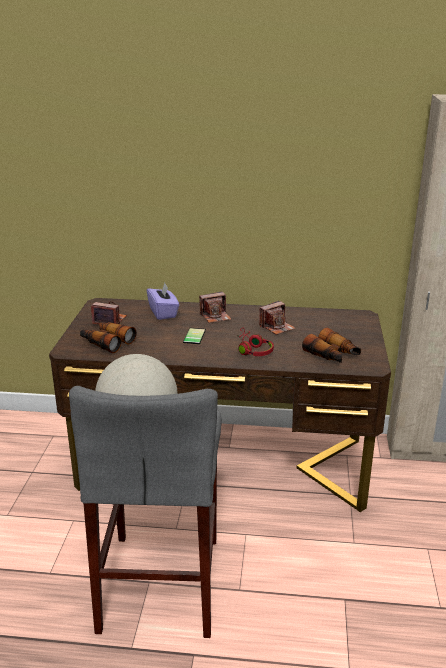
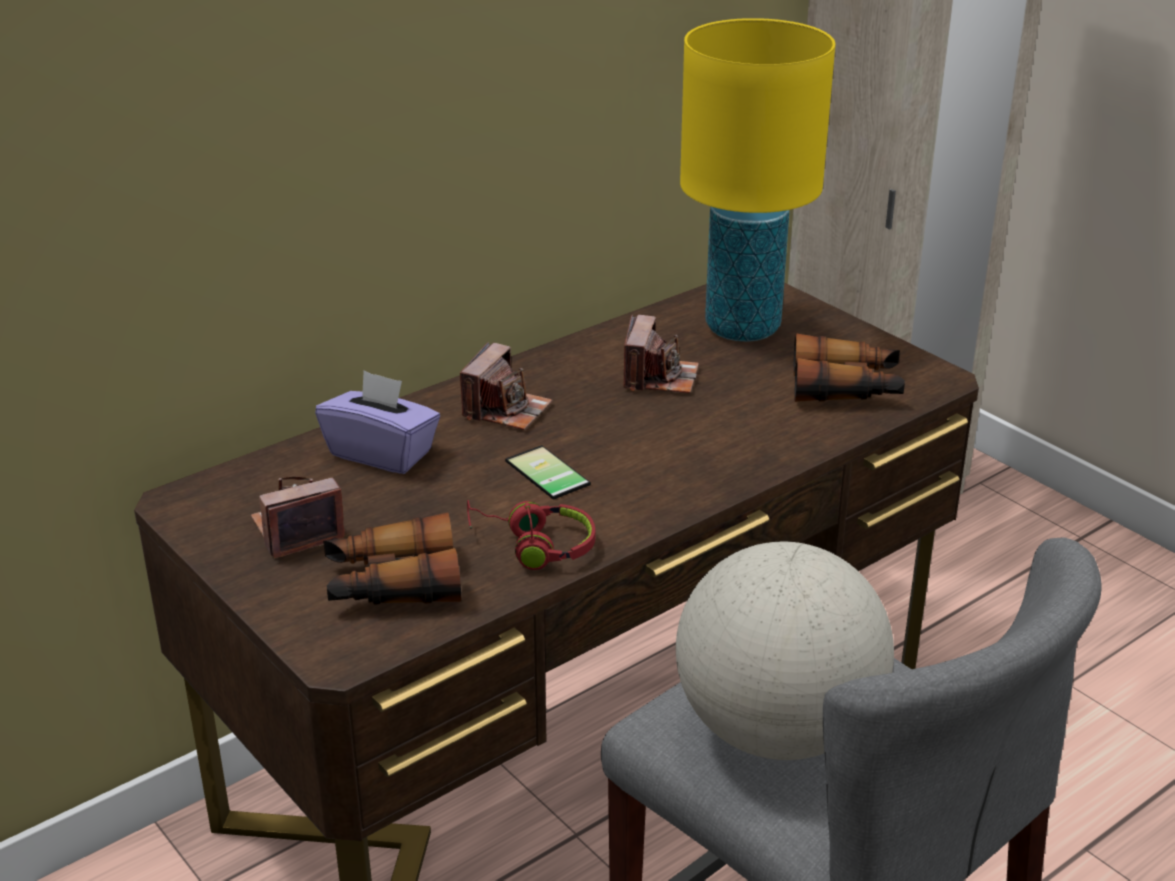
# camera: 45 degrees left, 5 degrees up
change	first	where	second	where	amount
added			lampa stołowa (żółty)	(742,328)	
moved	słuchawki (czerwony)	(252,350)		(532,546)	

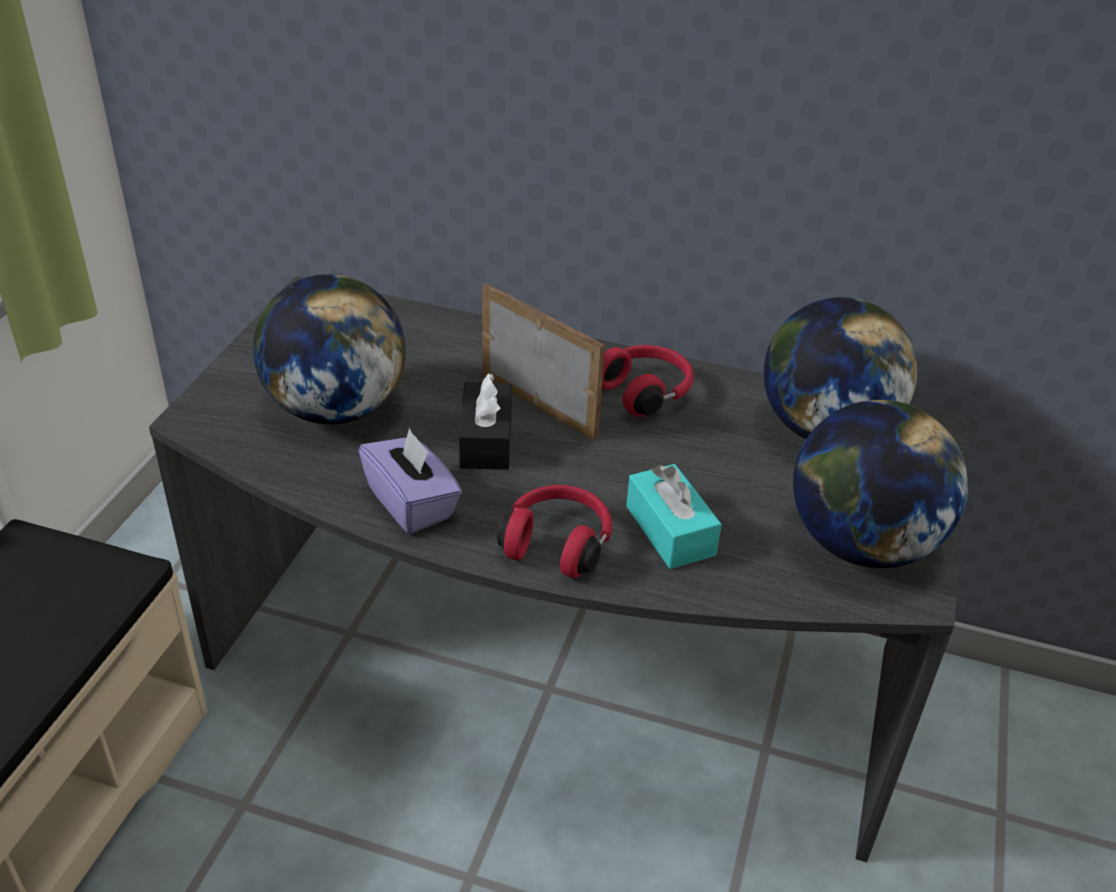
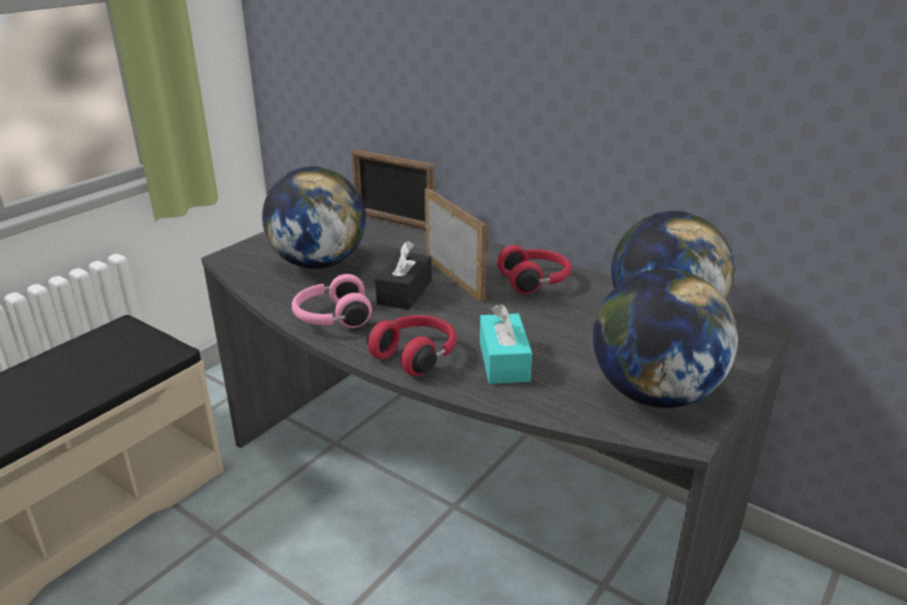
# camera: 20 degrees right, 10 degrees down
change	first	where	second	where	amount
added			ramka na zdjęcie	(393,221)	
replaced	pudełko chusteczek (fioletowy)	(412,503)	słuchawki (różowy)	(331,318)	

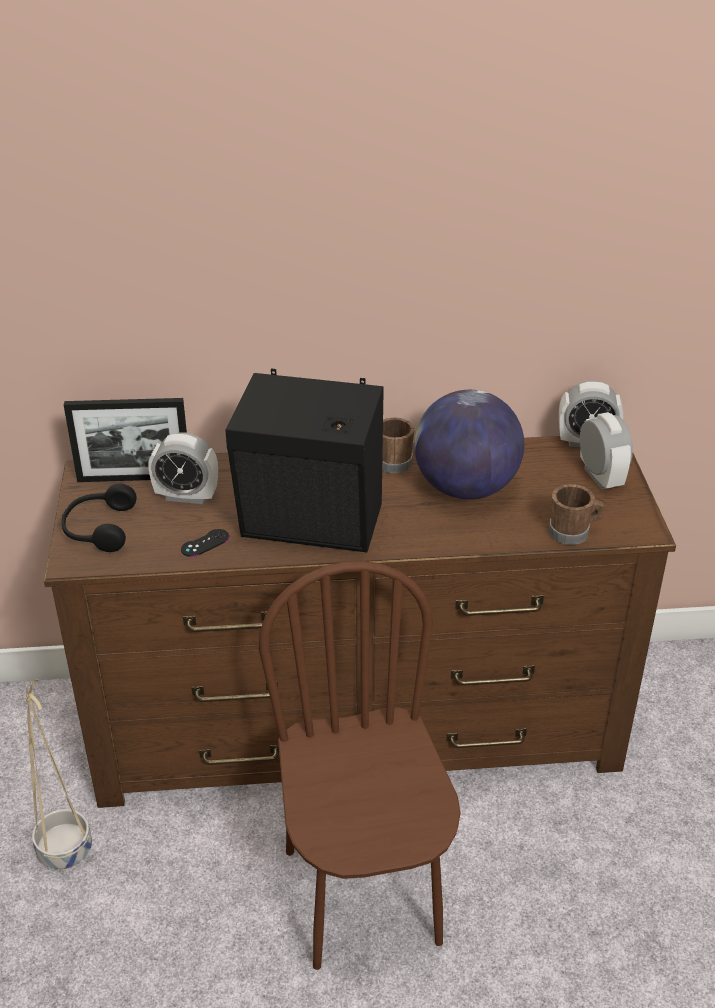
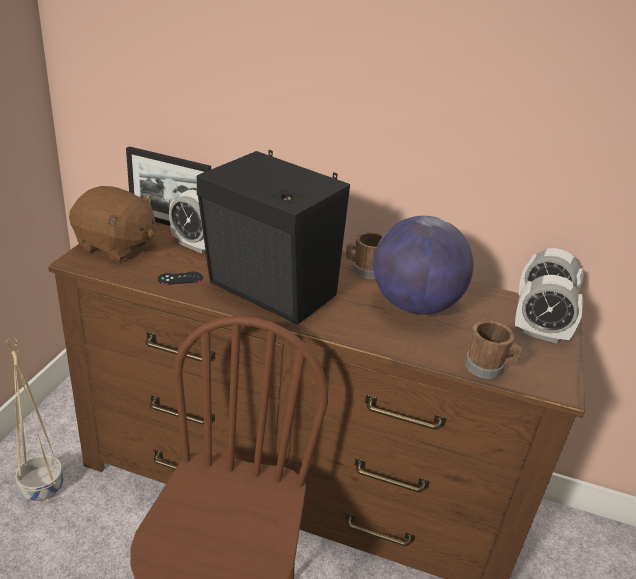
# camera: 20 degrees right, 5 degrees down
change	first	where	second	where	amount
replaced	słuchawki (czarny)	(98,529)	pluszak (brązowy)	(116,246)	
turned	budzik	(600,477)		(540,334)	105 degrees clockwise

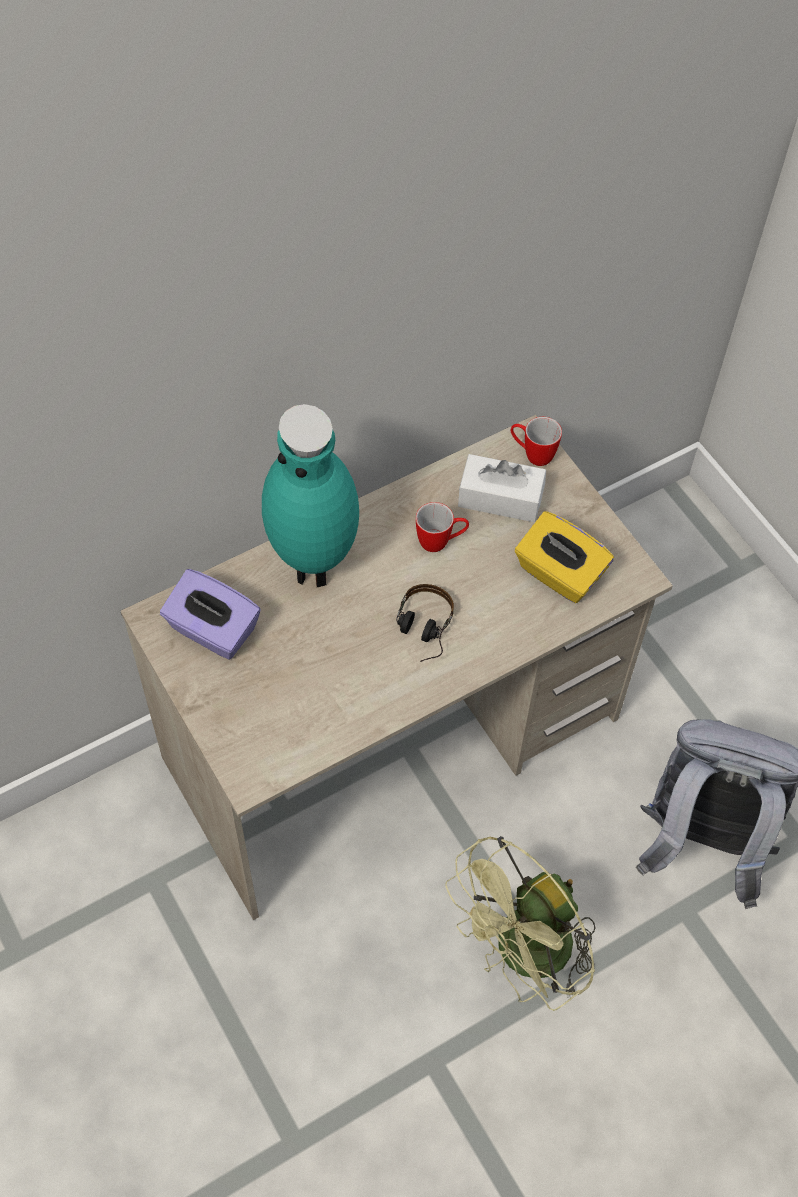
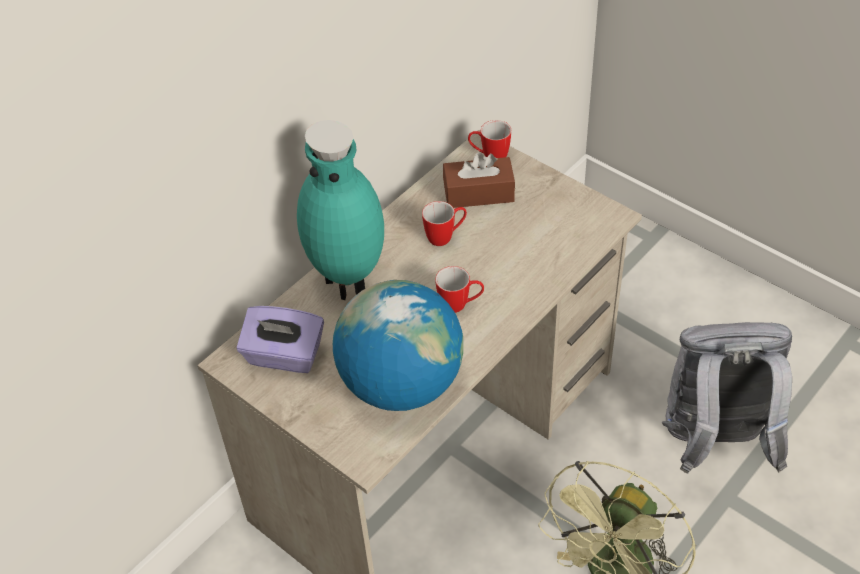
# camera: 15 degrees left, 10 degrees down
change	first	where	second	where	amount
removed	pudełko chusteczek (żółty)	(559,574)			
added			globus	(401,384)	
replaced	słuchawki	(422,632)	kubek	(460,305)	
recoloured	pudełko chusteczek (biały)	(500,498)	pudełko chusteczek (brązowy)	(478,193)	

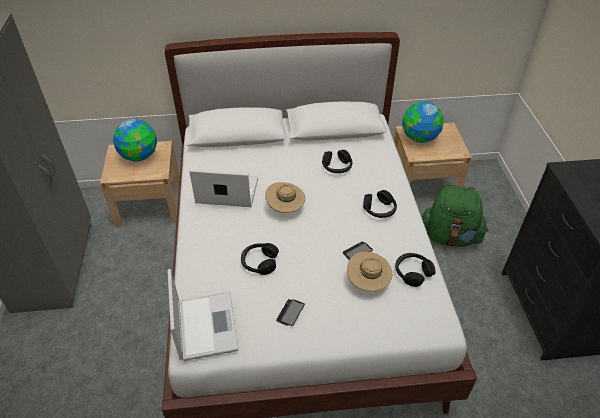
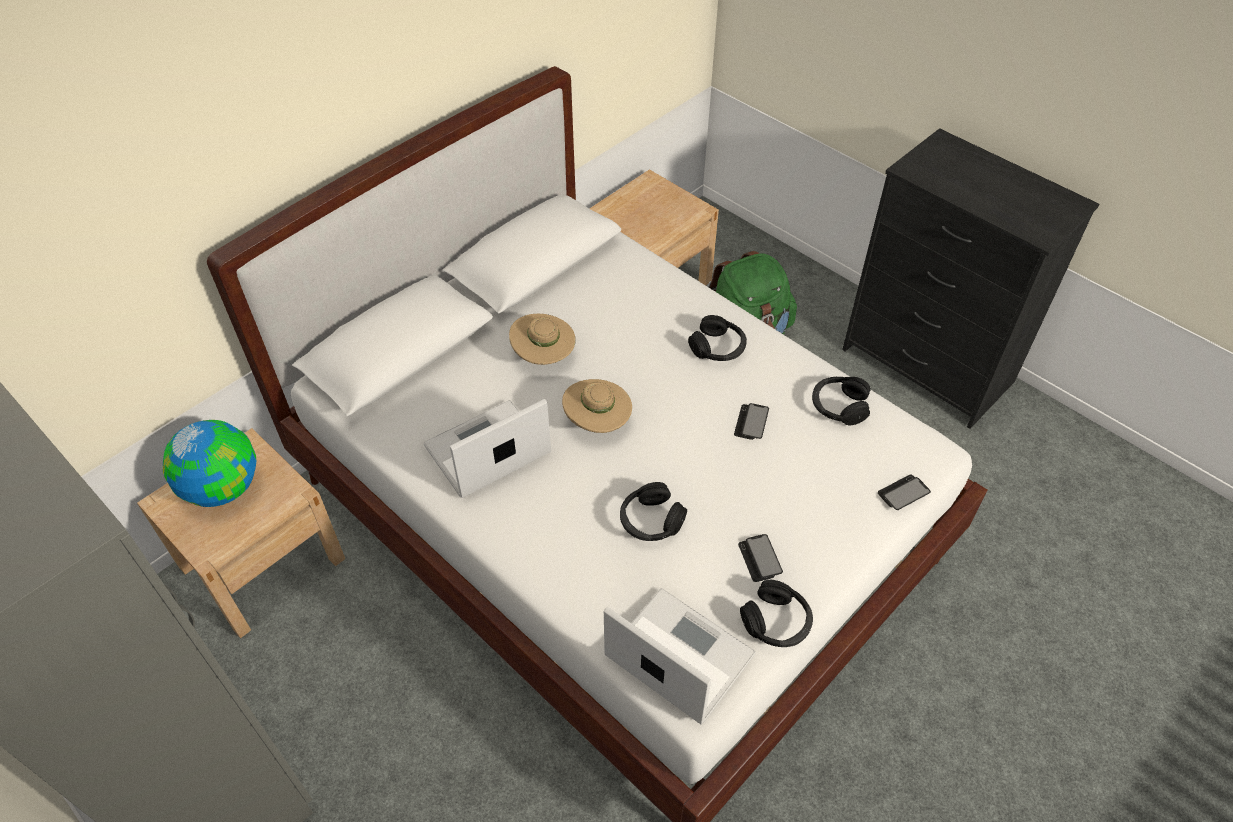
# camera: 40 degrees left, 5 degrees up
change	first	where	second	where	amount
removed	globus	(419,138)			
added			telefon	(903,493)	
moved	słuchawki (czarny)	(337,167)		(776,622)	
moved	kapelusz (beżowy)	(368,282)		(544,355)	

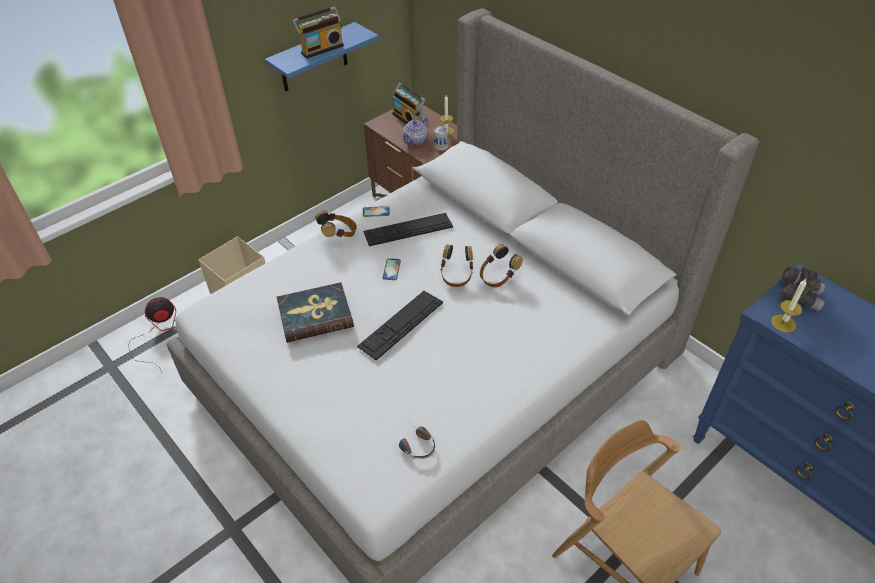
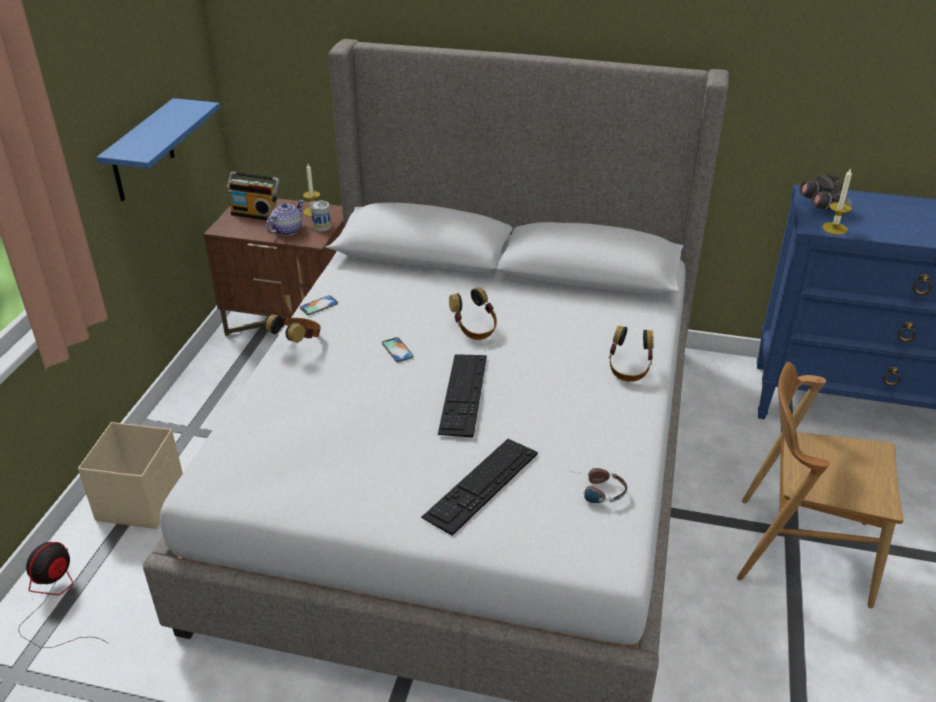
# camera: 35 degrees left, 10 degrees down
change	first	where	second	where	amount
removed	książka	(315,314)			
removed	radio	(321,49)			
moved	klawiatura	(408,229)		(481,484)	
moved	słuchawki	(498,278)		(629,369)	
turned	imbryk	(415,140)		(286,230)	150 degrees counterclockwise

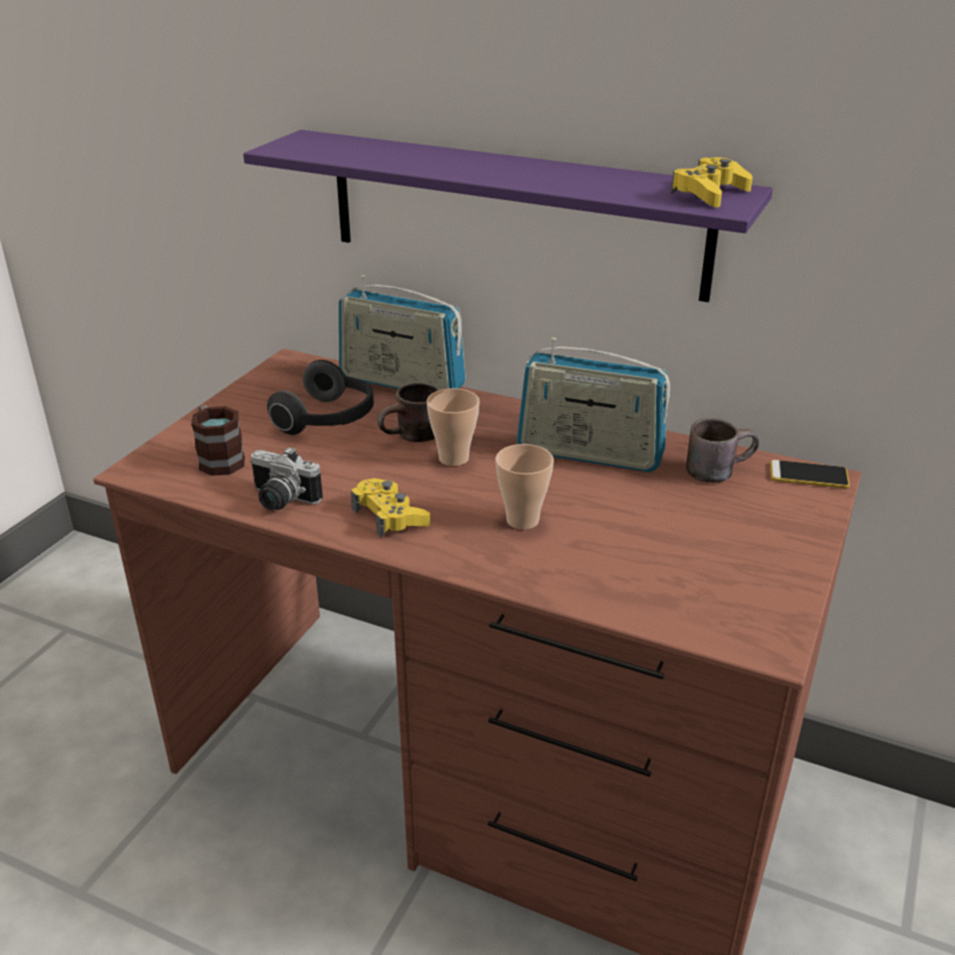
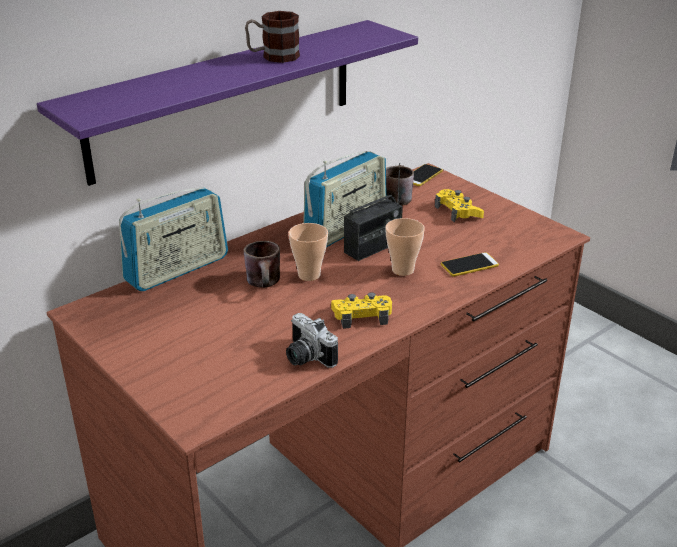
# camera: 65 degrees left, 0 degrees up
change	first	where	second	where	amount
removed	słuchawki	(328,420)			
added			radio	(373,247)	
added			telefon	(469,265)	
moved	kubek	(218,458)		(273,57)	
moved	pad do gier (żółty)	(709,193)		(458,211)	
turned	aparat fotograficzny	(280,500)		(305,357)	90 degrees clockwise

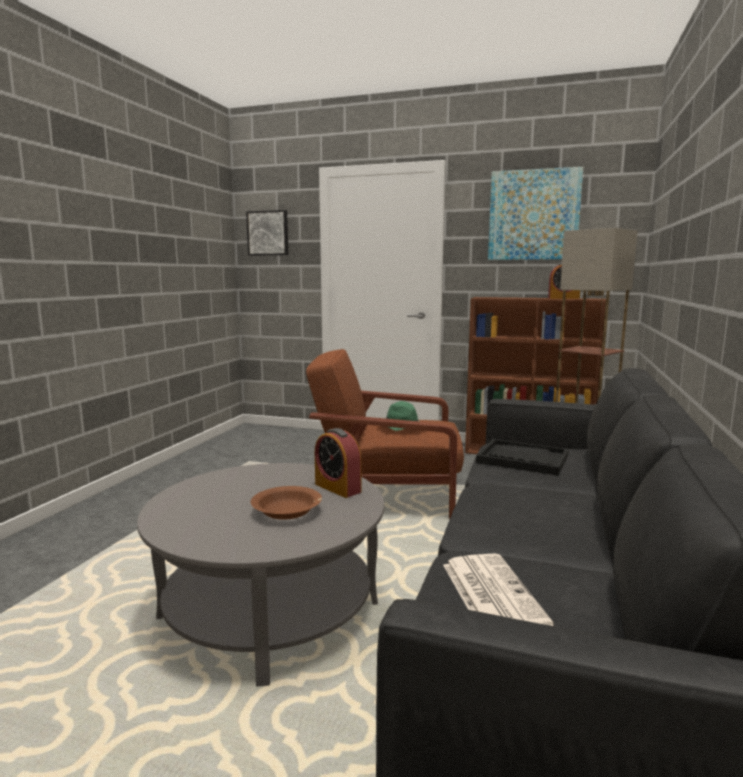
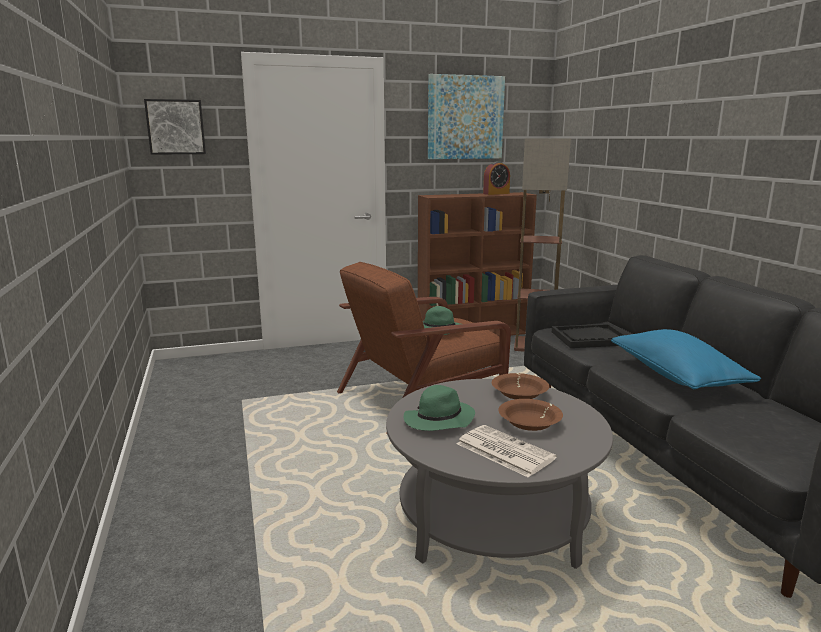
# camera: 35 degrees left, 5 degrees up
change	first	where	second	where	amount
added			kapelusz (zielony)	(438,421)	
added			poduszka (niebieski)	(676,376)	
moved	gazeta	(490,593)		(503,451)	
replaced	budzik	(337,488)	miska (brązowy)	(519,394)	

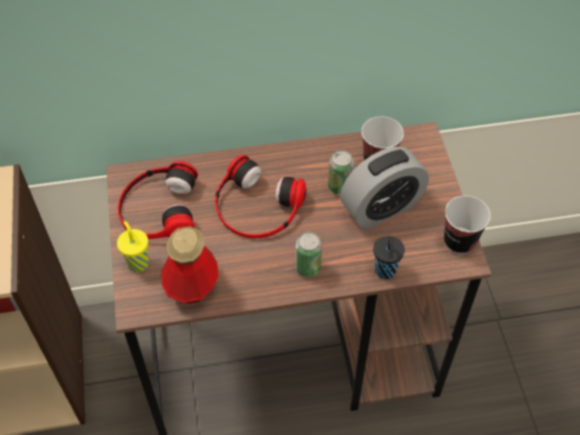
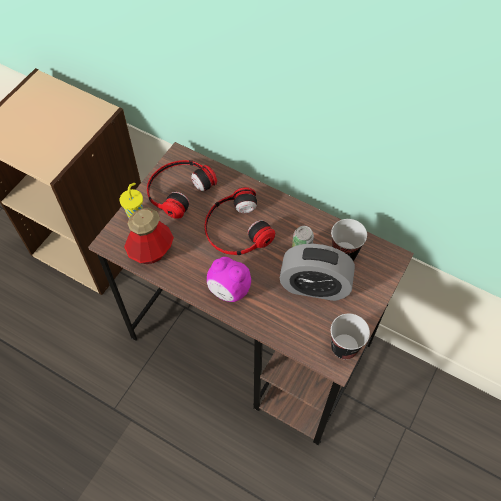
# camera: 40 degrees right, 5 degrees up
change	first	where	second	where	amount
removed	filiżanka (czarny)	(385,272)			
replaced	puszka	(308,268)	budzik	(229,291)	

